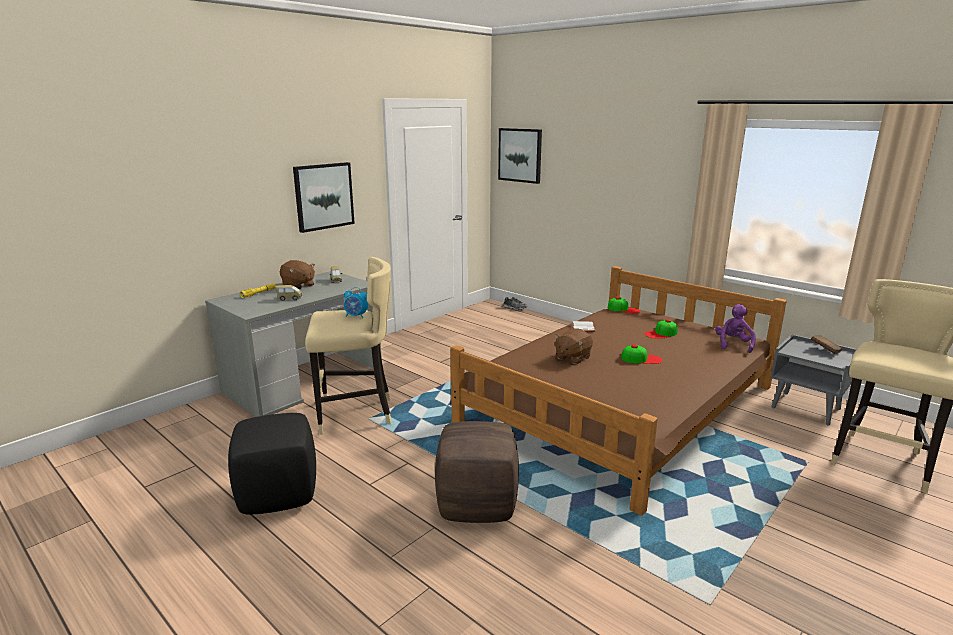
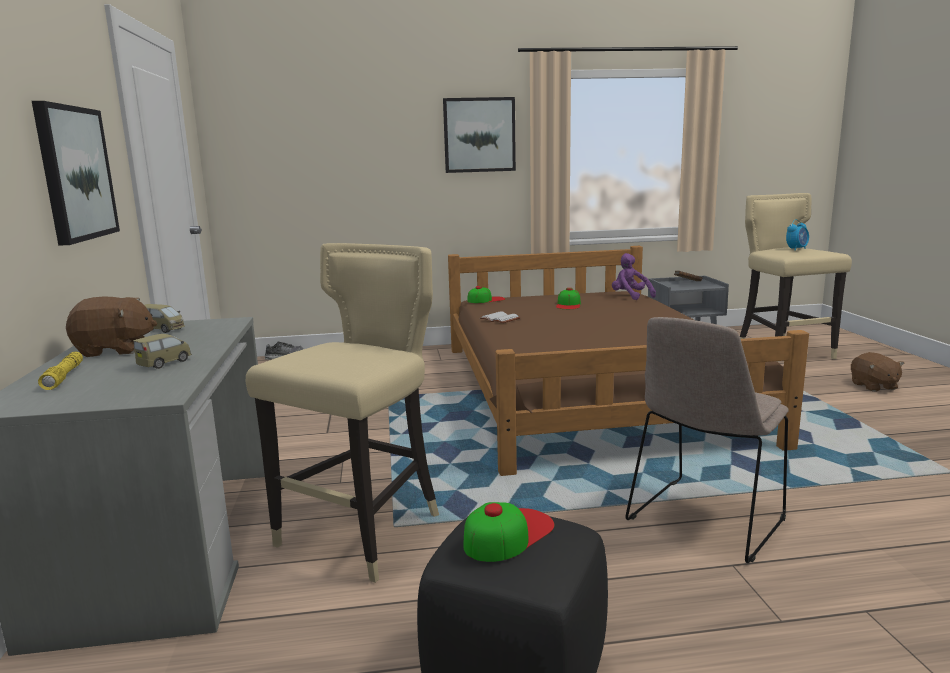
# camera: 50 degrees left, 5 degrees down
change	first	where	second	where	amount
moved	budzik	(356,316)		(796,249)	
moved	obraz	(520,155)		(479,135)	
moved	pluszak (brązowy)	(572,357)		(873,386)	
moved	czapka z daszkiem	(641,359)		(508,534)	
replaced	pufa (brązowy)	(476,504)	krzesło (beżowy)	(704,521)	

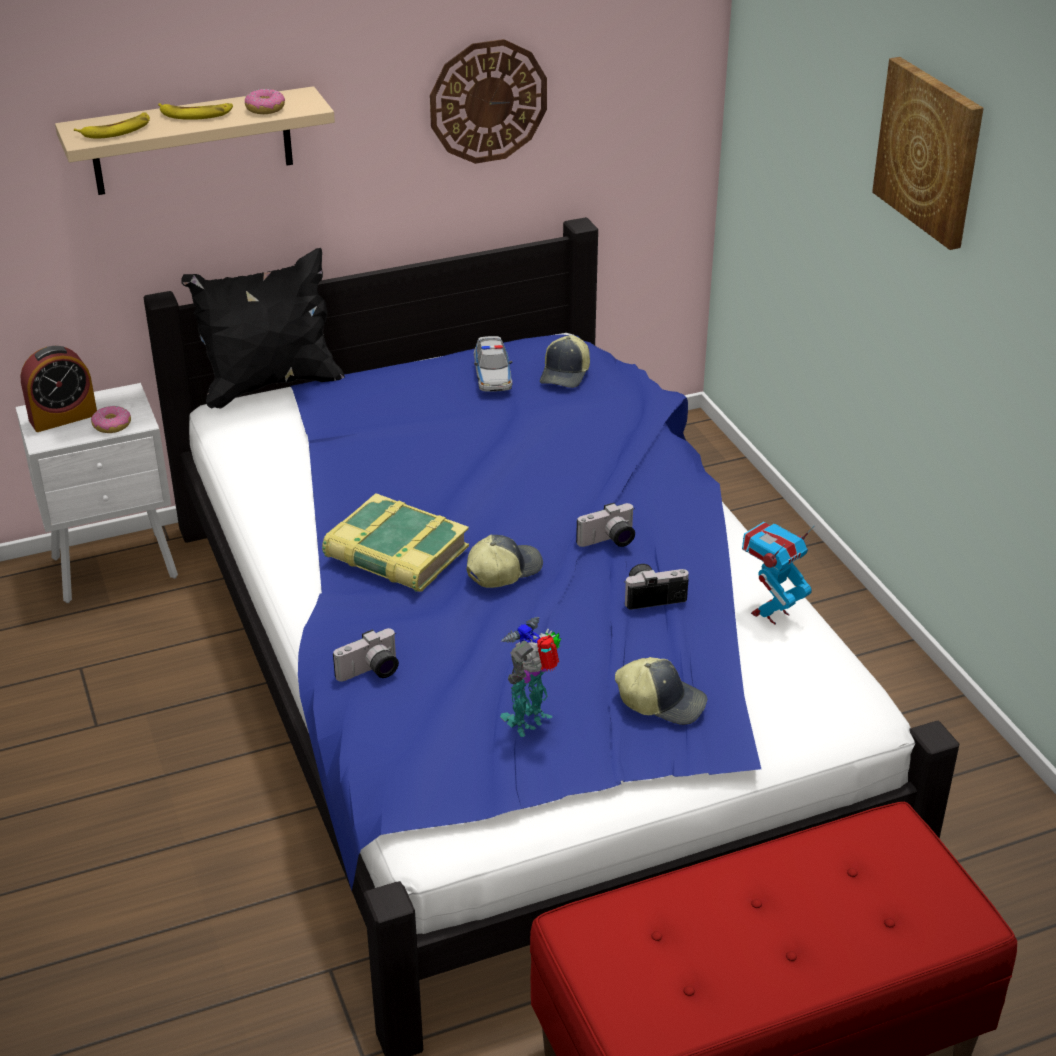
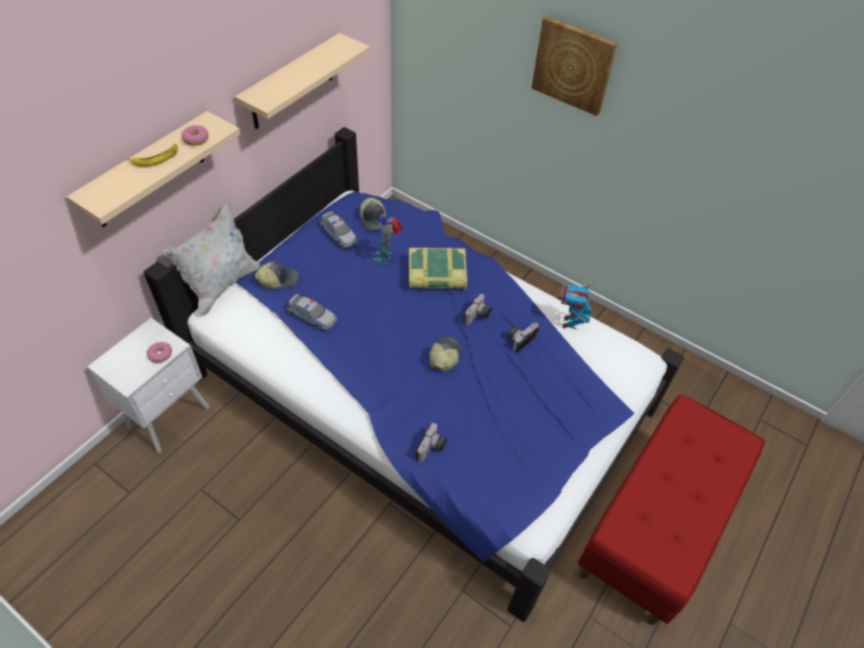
# camera: 35 degrees left, 15 degrees up
change	first	where	second	where	amount
removed	budzik	(63,417)			
removed	banan	(117,130)			
added			samochodzik	(312,316)	
moved	książka	(395,554)		(437,274)	
moved	robot zabawkowy	(530,720)		(385,256)	
moved	czapka z daszkiem	(662,702)		(278,279)	
replaced	zegar ścienny	(488,101)	półka (beżowy)	(292,83)	
recoloured	poduszka (czarny)	(270,385)	poduszka (biały)	(222,286)	

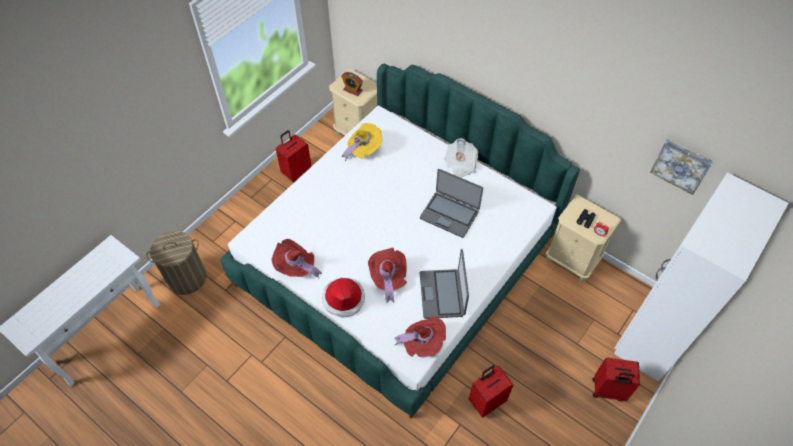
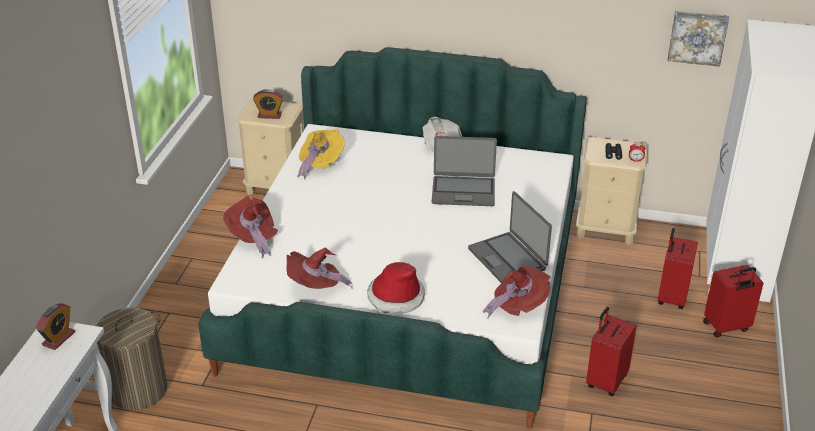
# camera: 25 degrees left, 20 degrees down
change	first	where	second	where	amount
added			budzik	(58,338)	
moved	walizka (czerwony)	(296,172)		(671,297)	
moved	kapelusz (czerwony)	(388,279)		(253,239)	

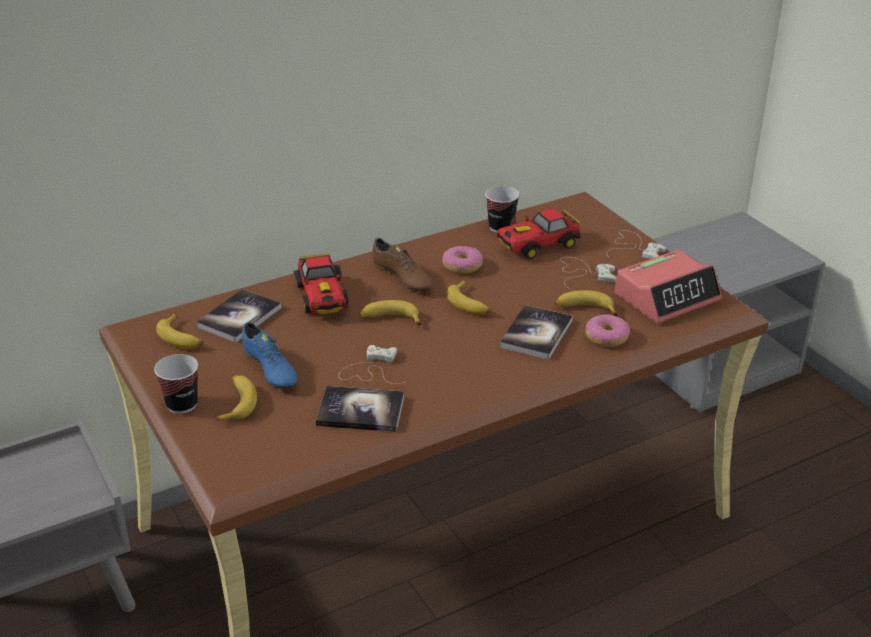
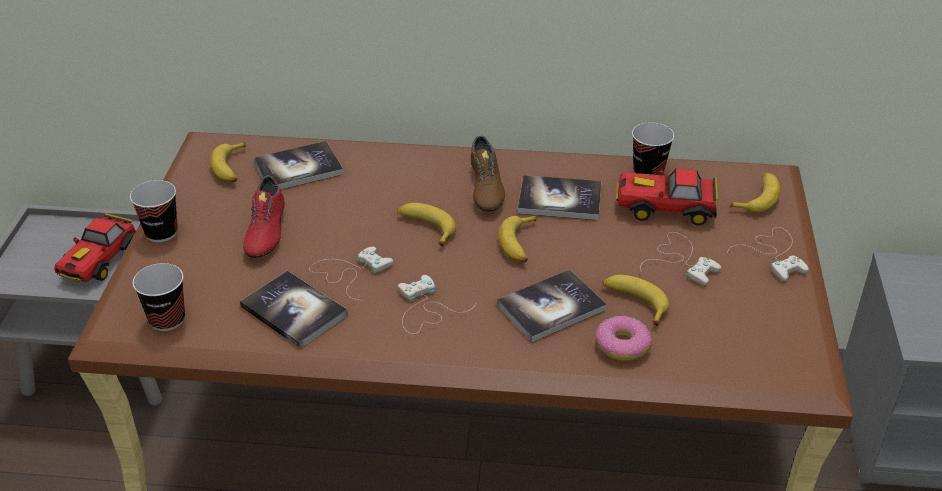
# camera: 35 degrees right, 5 degrees up
change	first	where	second	where	amount
removed	budzik	(667,297)			
added			filiżanka	(167,320)	
added			pad do gier (biały)	(425,309)	
moved	banan	(237,403)		(757,198)	
moved	samochodzik	(322,299)		(99,262)	
replaced	donut	(462,266)	książka	(559,199)	
recoloured	but (niebieski)	(270,370)	but (czerwony)	(265,232)	

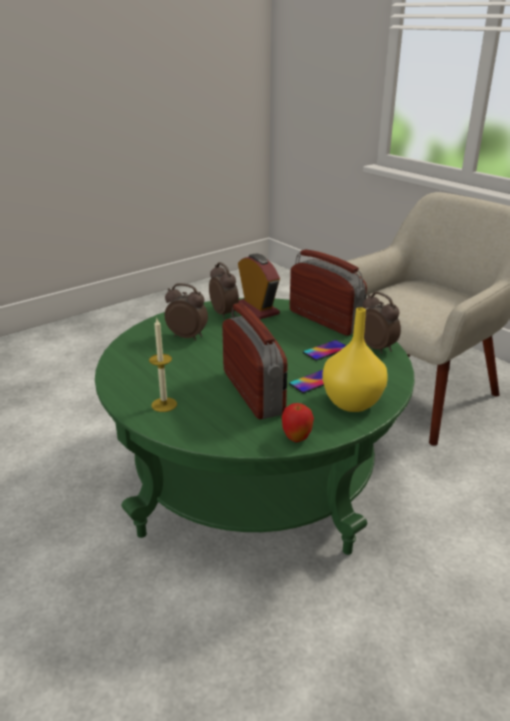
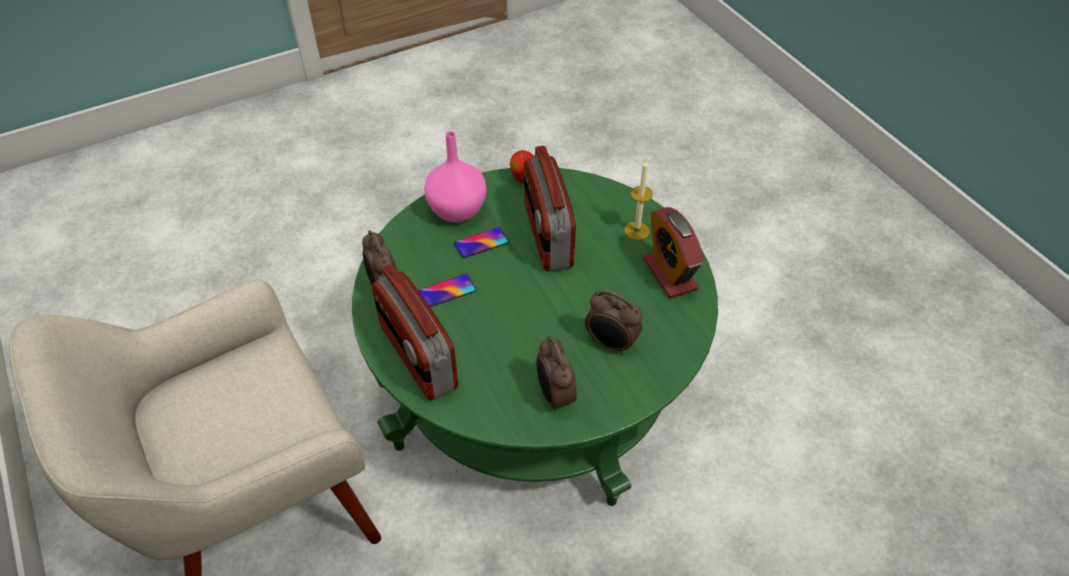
# camera: 170 degrees left, 20 degrees up
change	first	where	second	where	amount
moved	budzik	(258,309)		(670,274)	
recoloured	wazon (żółty)	(352,403)	wazon (różowy)	(457,210)	

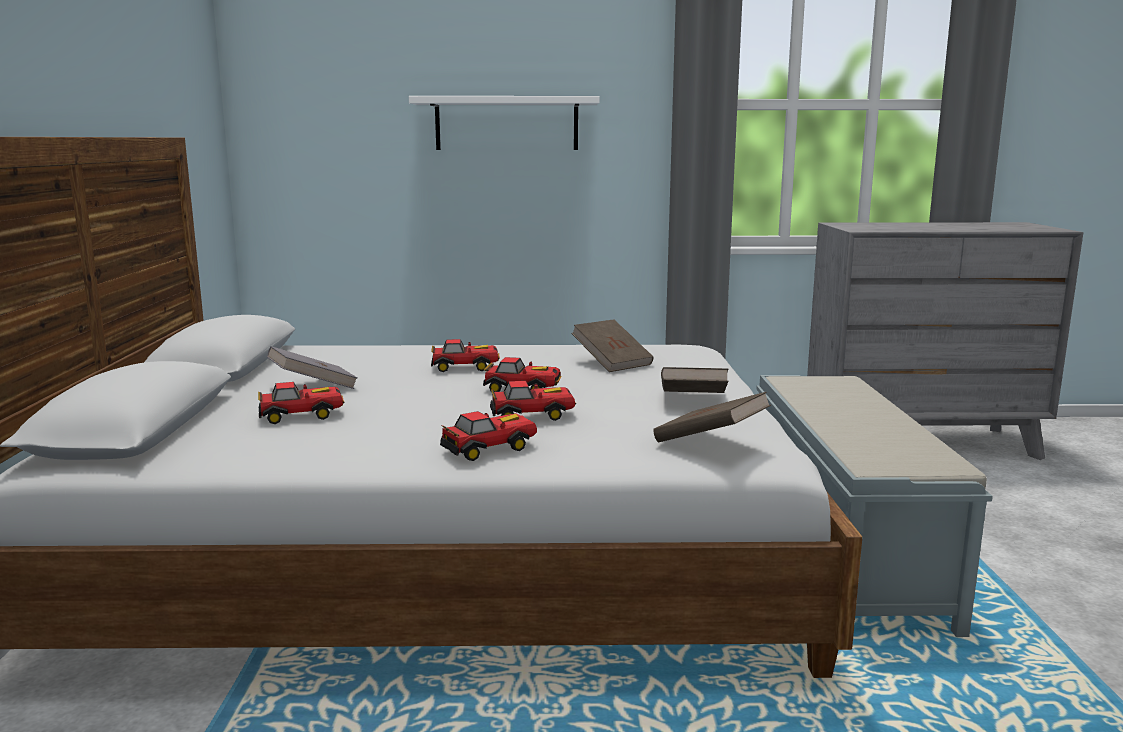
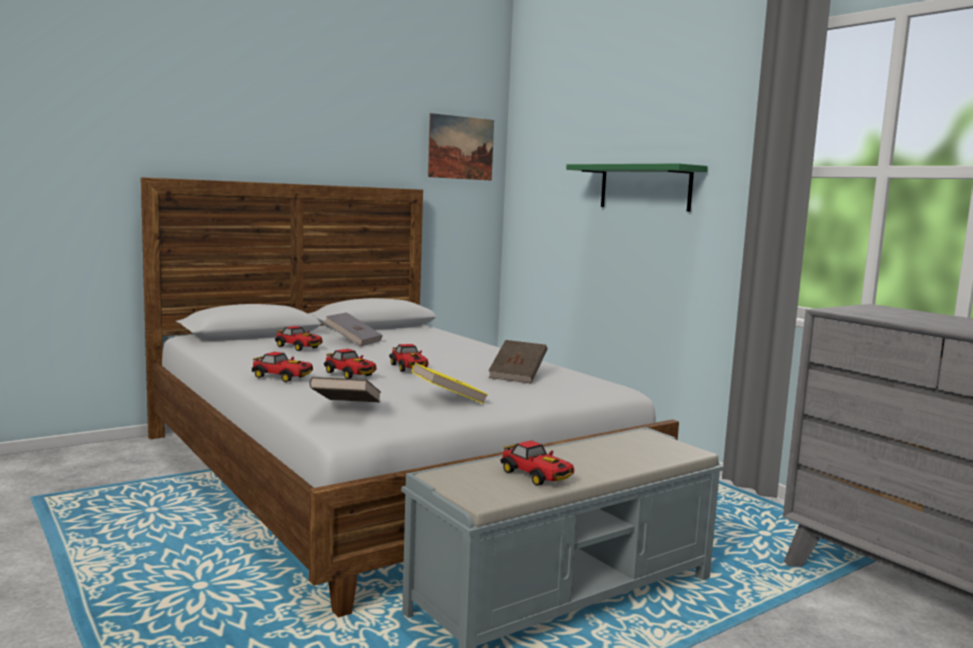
# camera: 55 degrees right, 5 degrees down
change	first	where	second	where	amount
added			obraz	(461,148)	
moved	samochodzik	(465,367)		(536,476)	
recoloured	półka (biały)	(506,124)	półka (zielony)	(645,187)	
recoloured	książka (brązowy)	(693,401)	książka (żółty)	(448,400)	

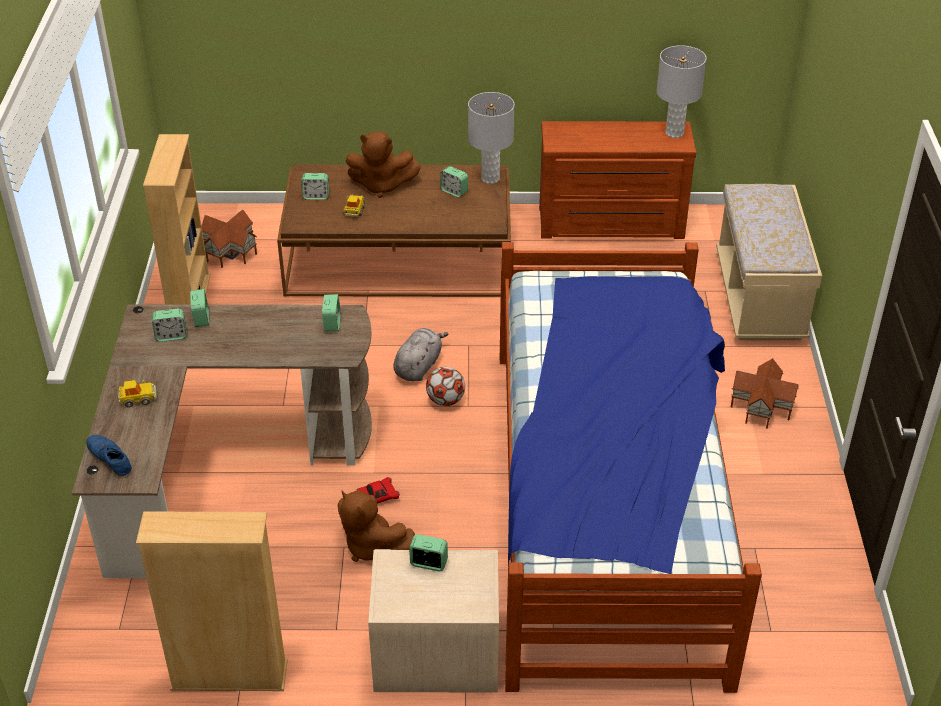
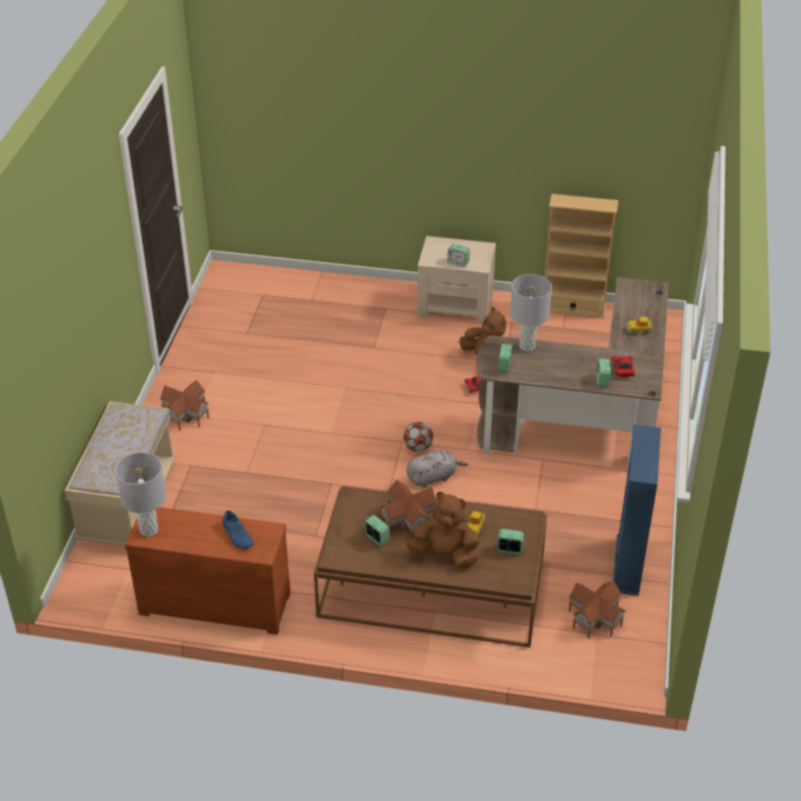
# camera: 170 degrees left, 0 degrees up
change	first	where	second	where	amount
removed	łóżko	(606,504)			
added			domek	(408,519)	
moved	but (niebieski)	(110,458)		(238,535)	
moved	lampa stołowa (szary)	(490,178)		(527,346)	
replaced	budzik	(171,336)	samochodzik (czerwony)	(623,370)	
recoloured	regał (beżowy)	(190,300)	regał (niebieski)	(628,565)	
turned	pluszak (szary)	(418,366)		(433,477)	150 degrees counterclockwise

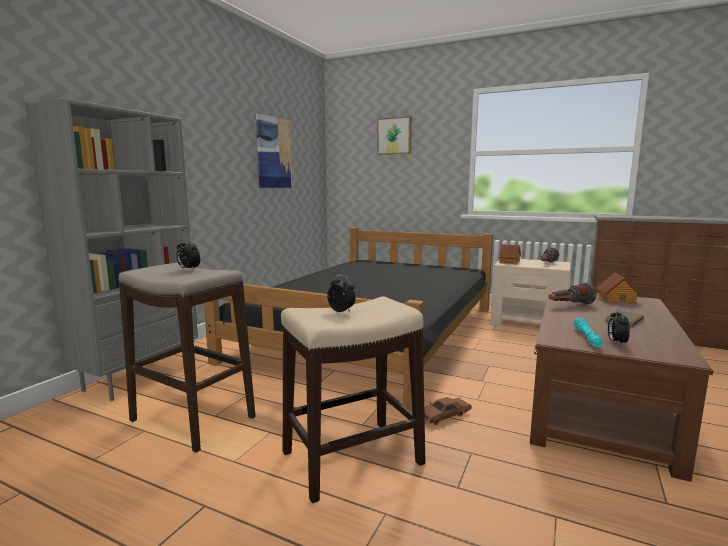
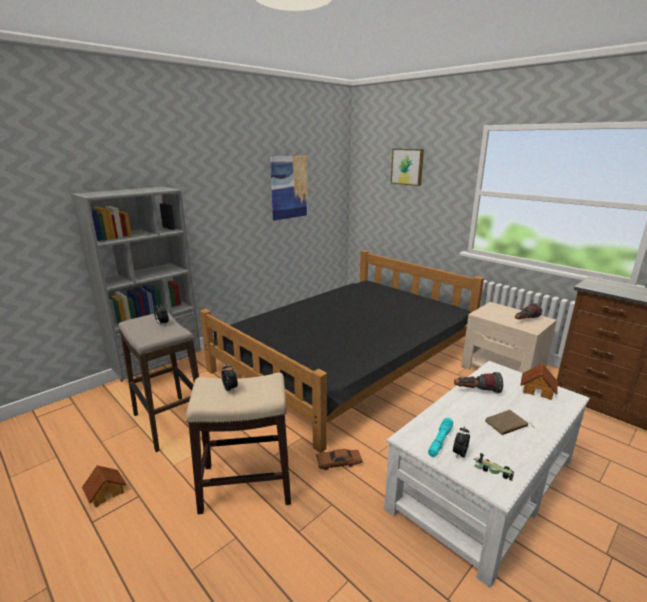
# camera: 20 degrees right, 10 degrees up
change	first	where	second	where	amount
added			samochodzik	(492,470)	
moved	domek	(509,262)		(106,492)	
recoloured	ława (brązowy)	(597,403)	ława (biały)	(482,483)	

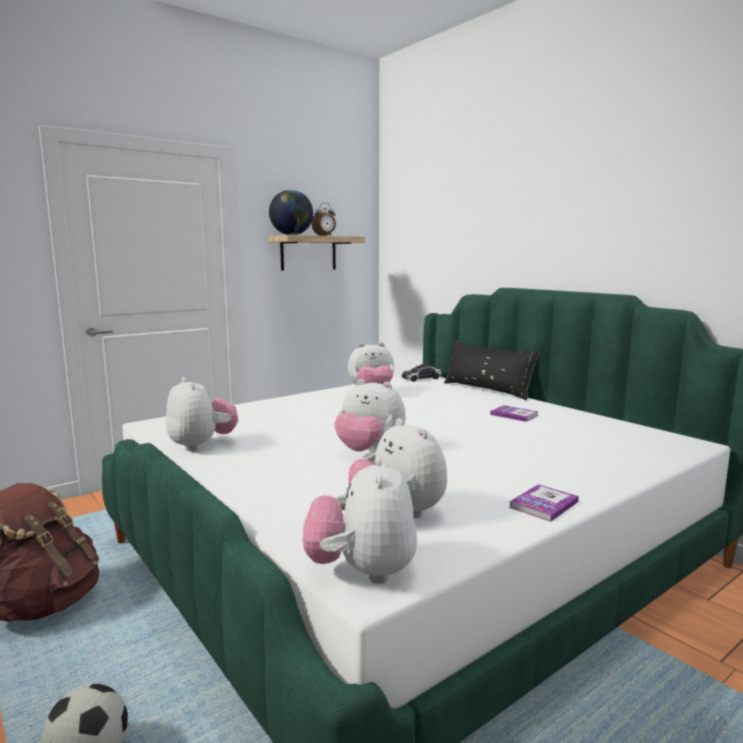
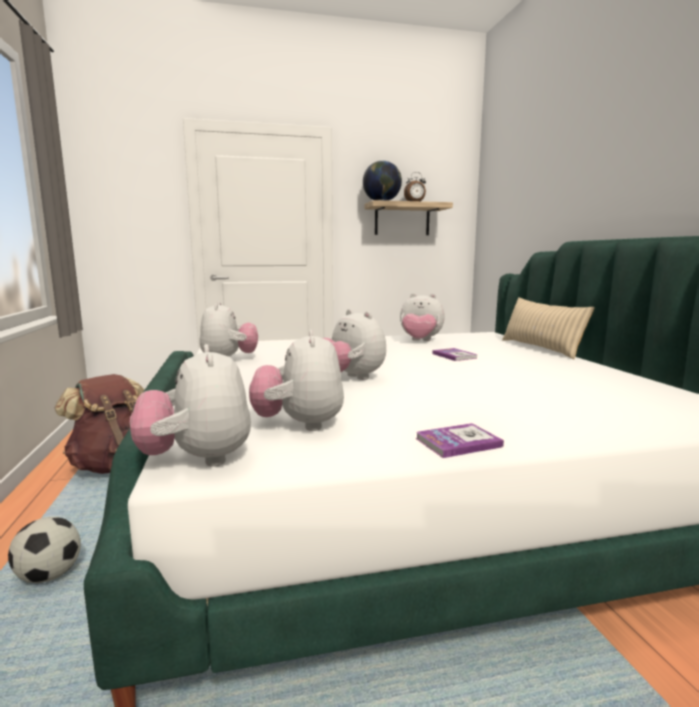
# camera: 25 degrees right, 0 degrees up
change	first	where	second	where	amount
removed	samochodzik	(422,378)			
moved	książka	(514,415)		(454,356)	
recoloured	poduszka (czarny)	(487,390)	poduszka (beżowy)	(540,348)	
turned	pluszak	(362,572)		(197,460)	45 degrees counterclockwise

